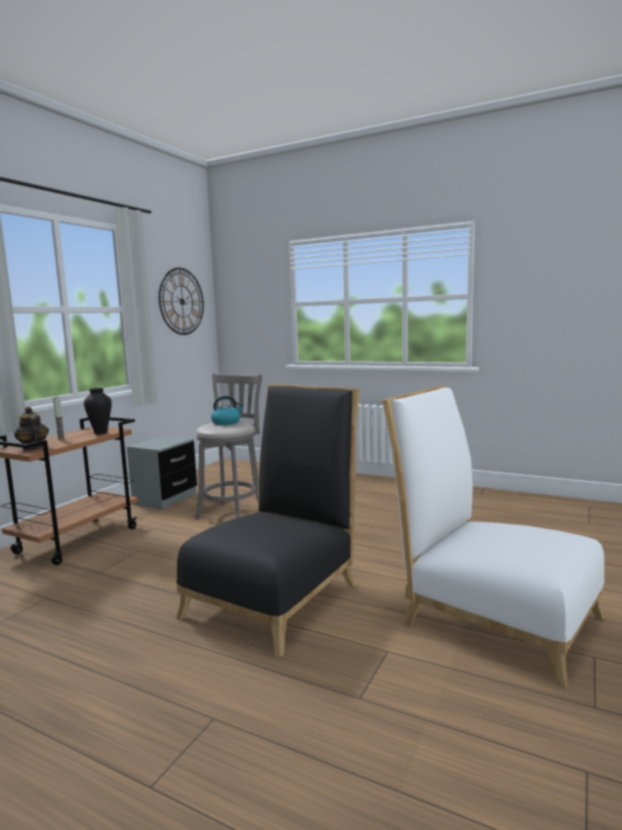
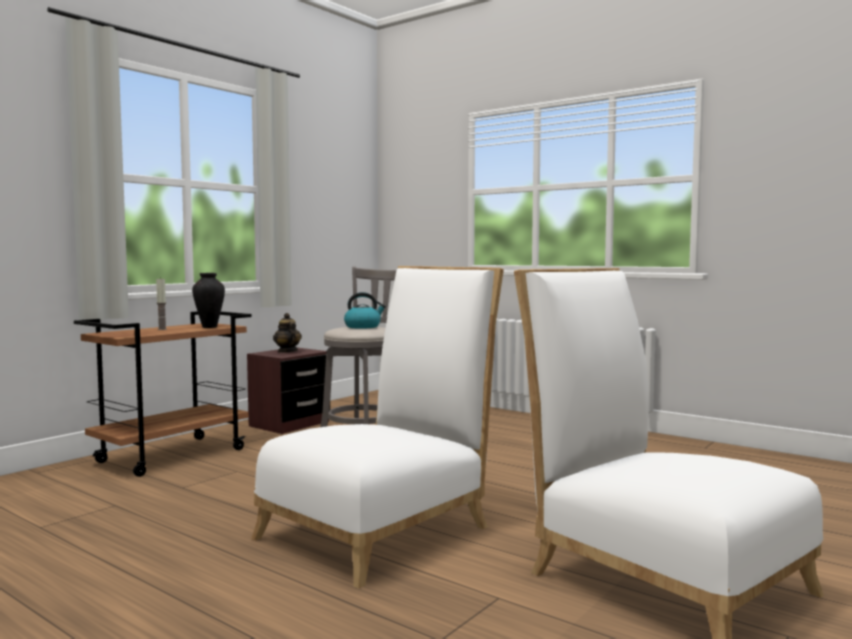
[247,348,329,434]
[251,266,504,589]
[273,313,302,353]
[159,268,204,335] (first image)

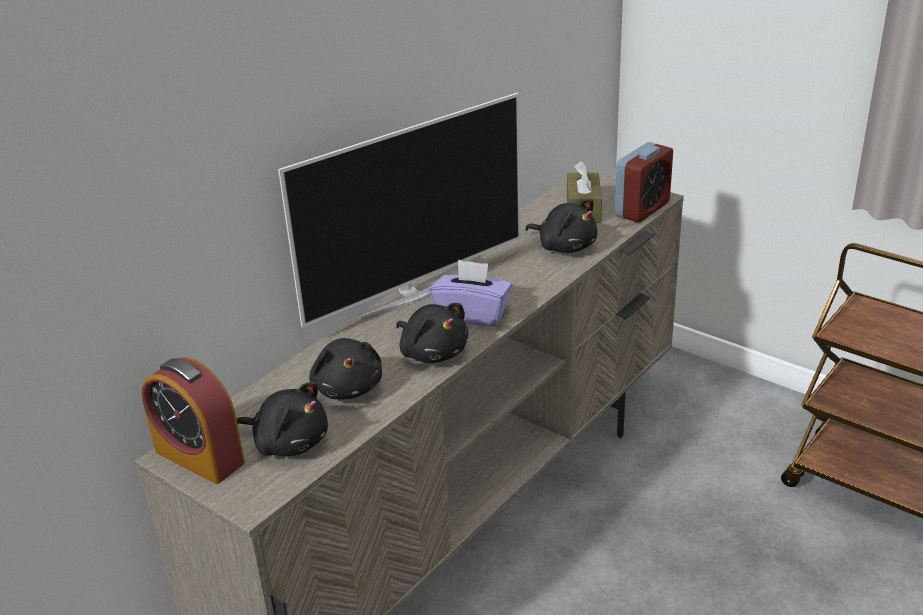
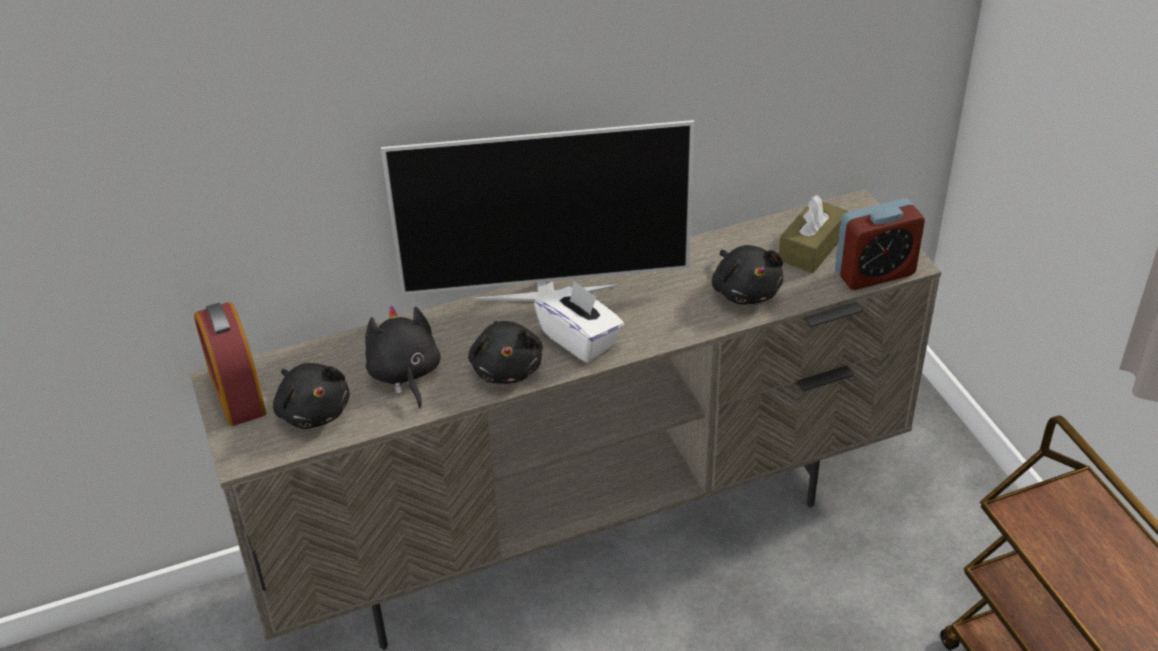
[365,305,440,409]
[534,280,624,363]

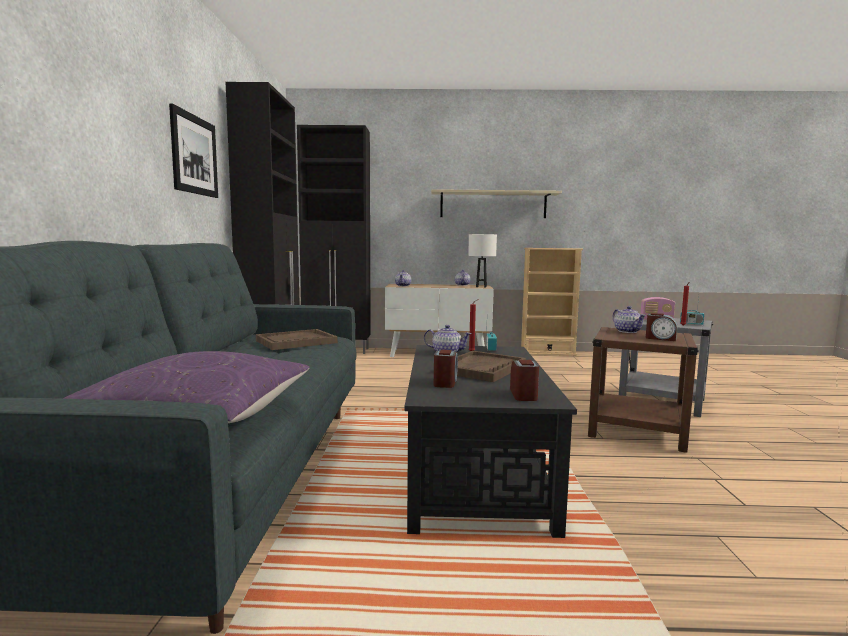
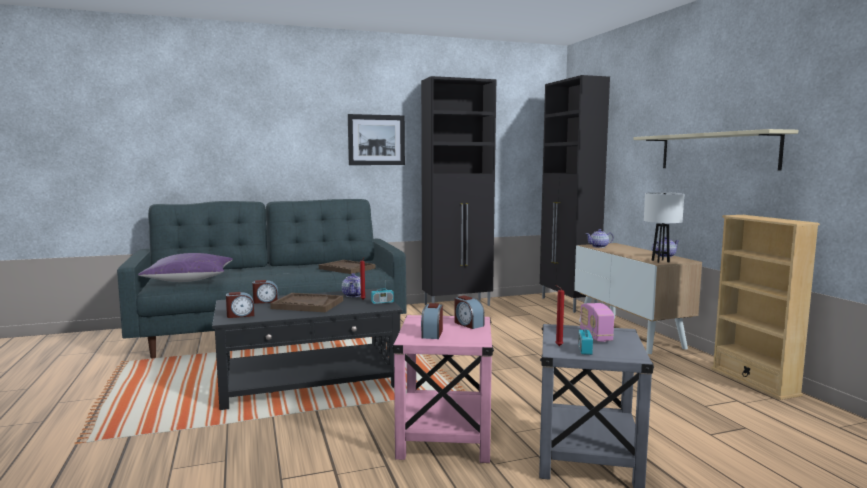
[392,315,494,463]
[454,296,485,329]

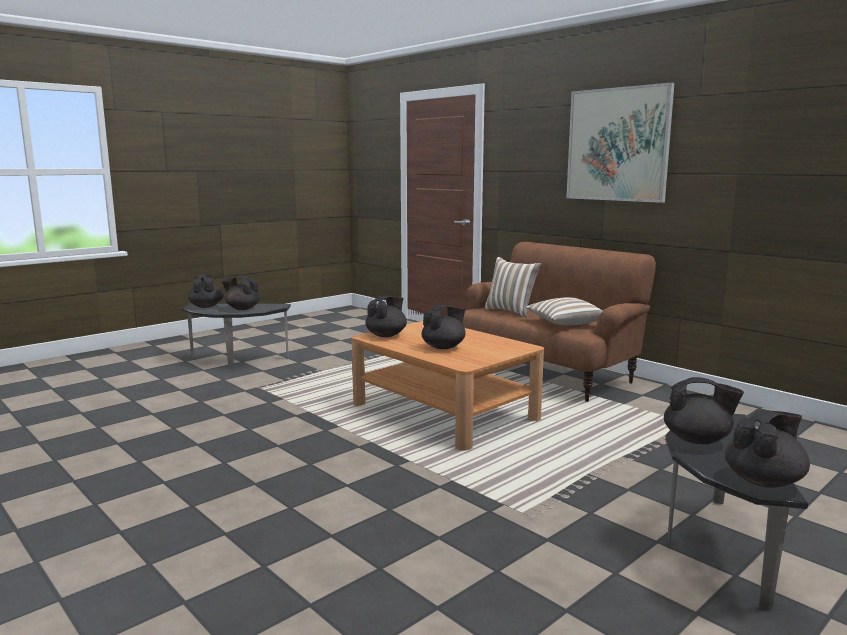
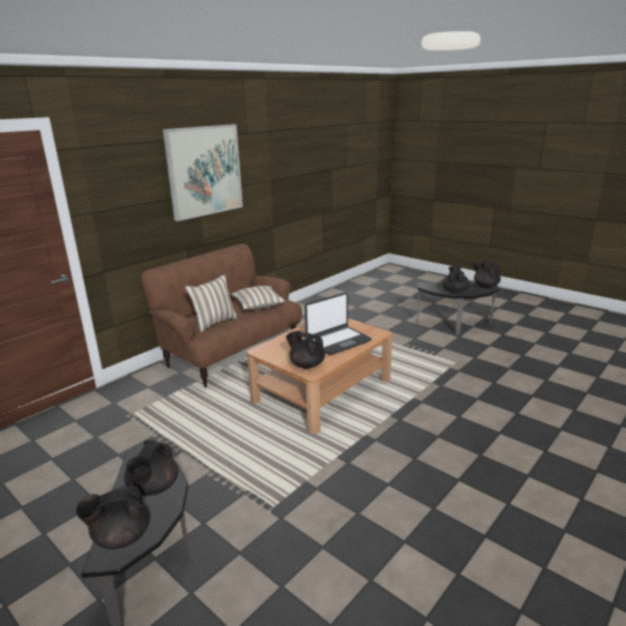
[305,292,372,355]

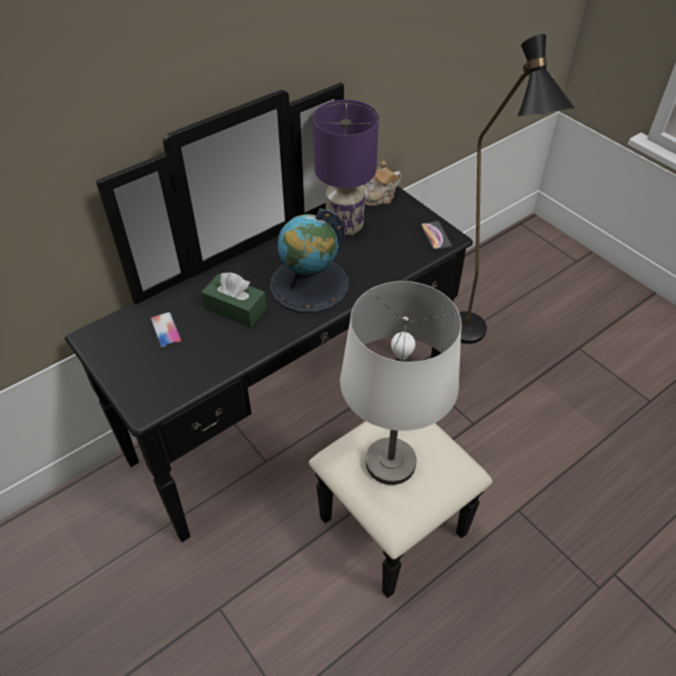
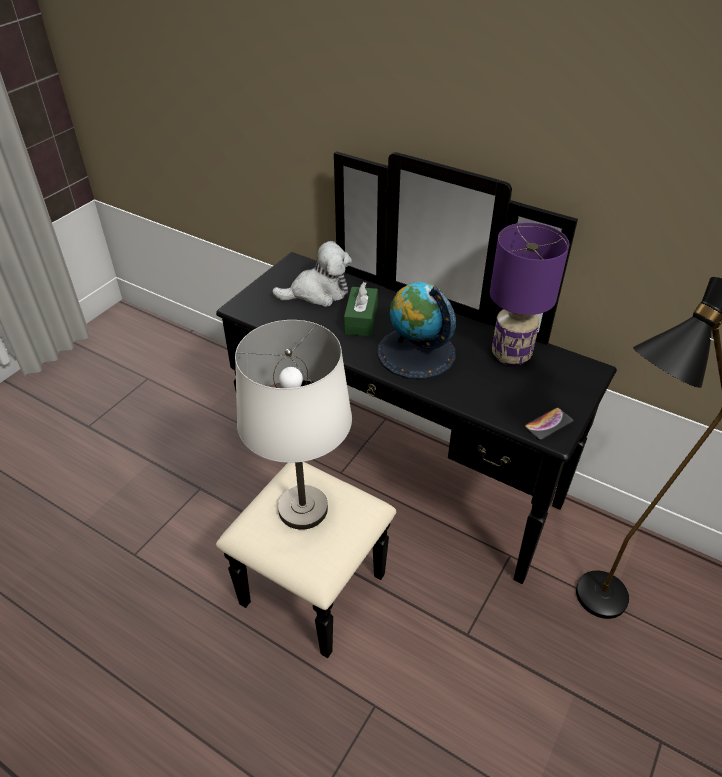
[272,241,352,307]
[361,161,401,206] (first image)

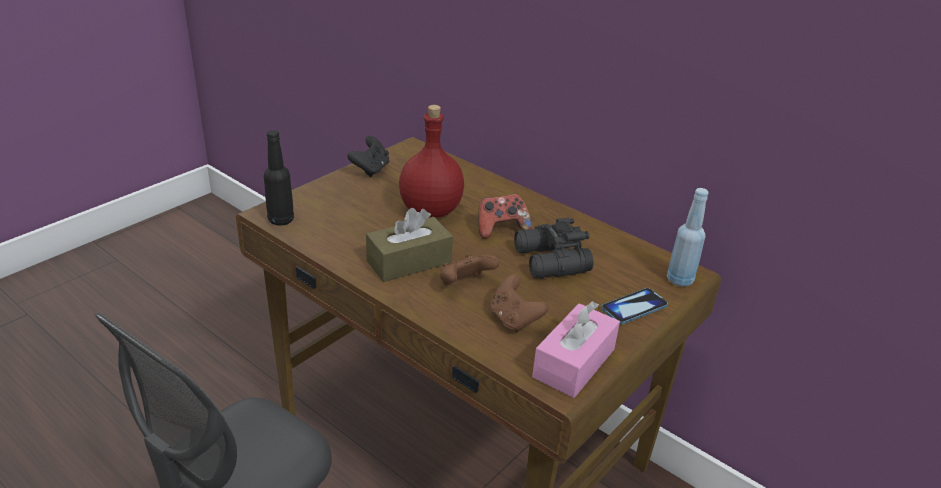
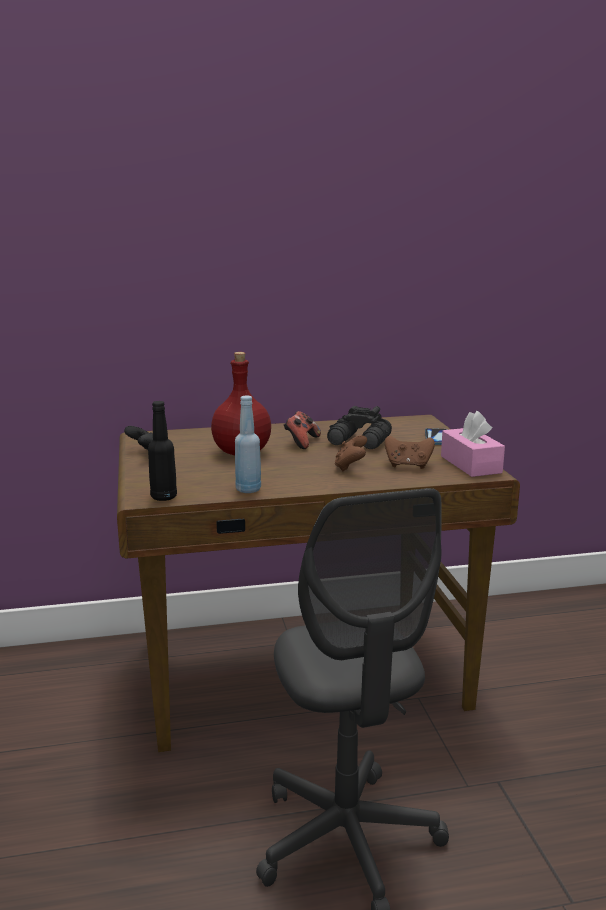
[235,396,261,493]
[366,208,453,282] (first image)

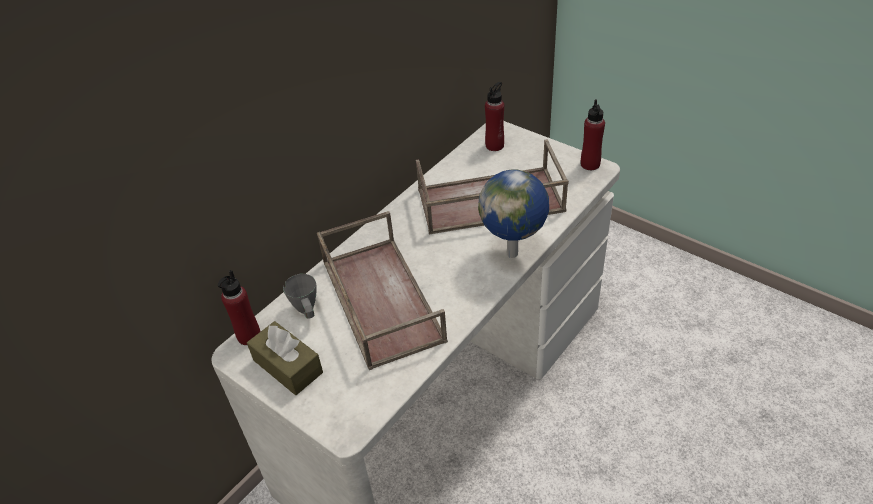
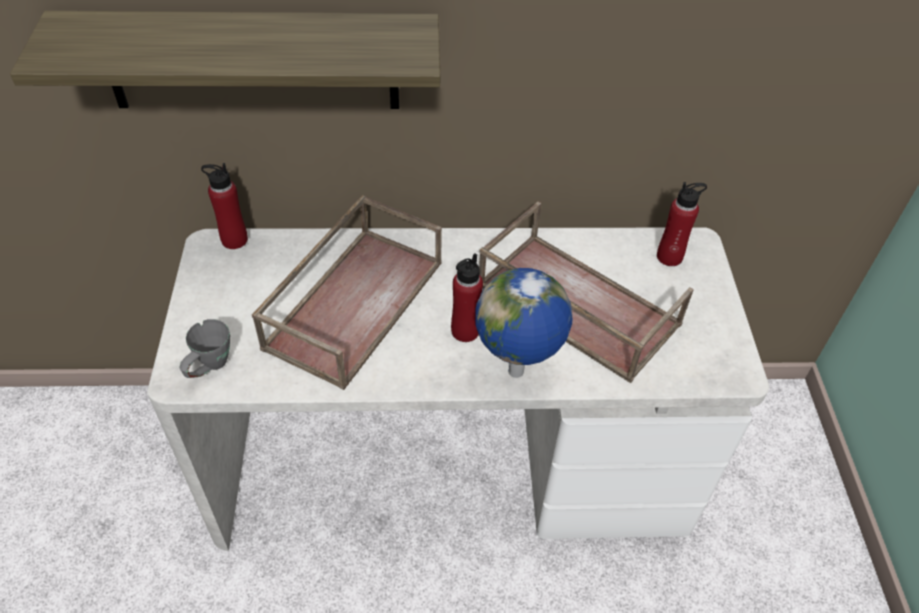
[10,11,440,109]
[179,319,230,378]
[451,253,483,342]
[247,321,323,395] (first image)

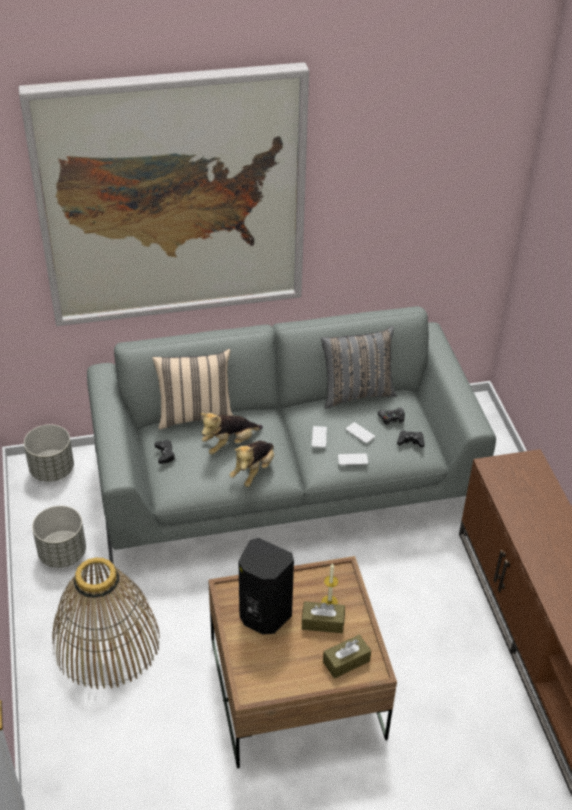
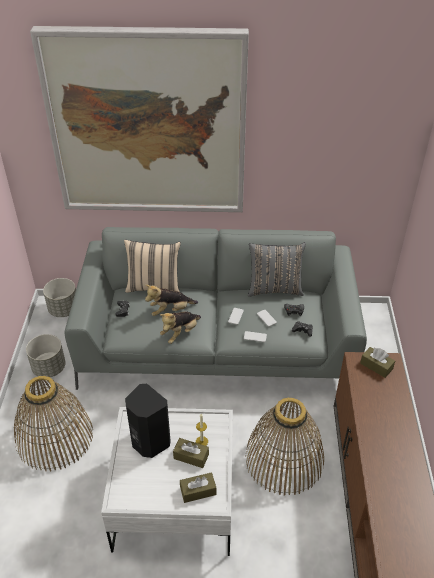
[101,407,233,556]
[245,397,324,496]
[360,347,395,378]

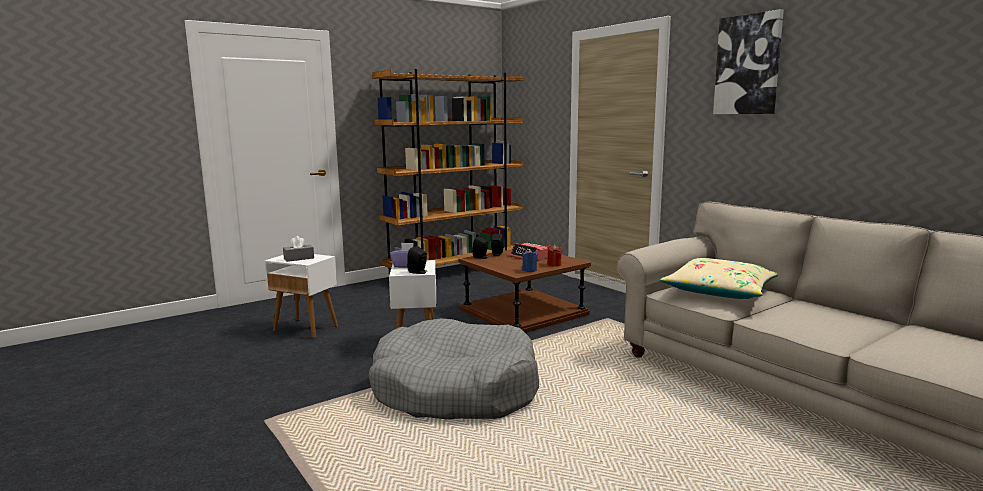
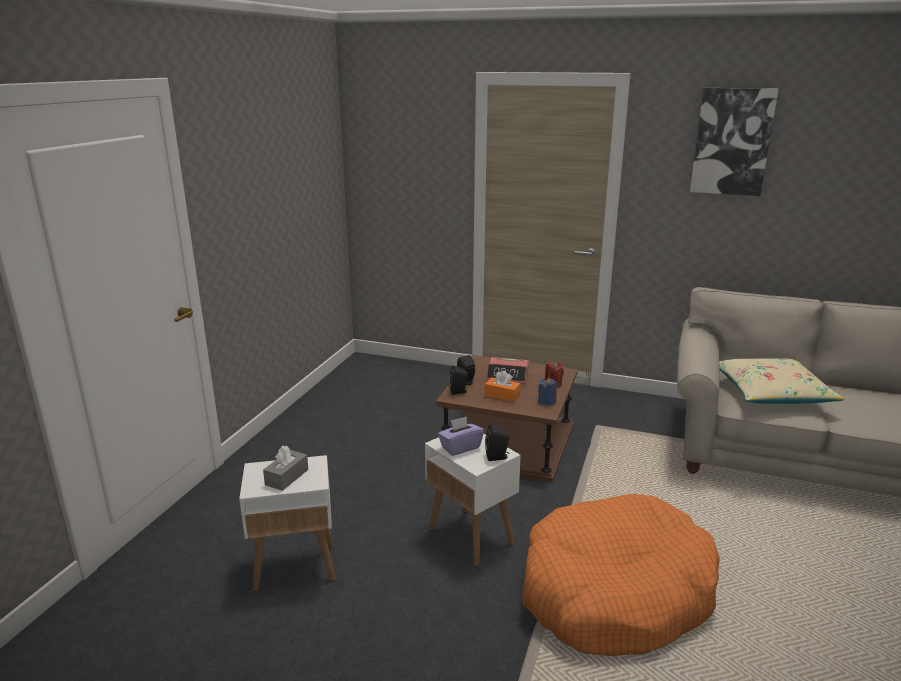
[485,371,520,402]
[522,494,720,656]
[372,69,524,274] (first image)

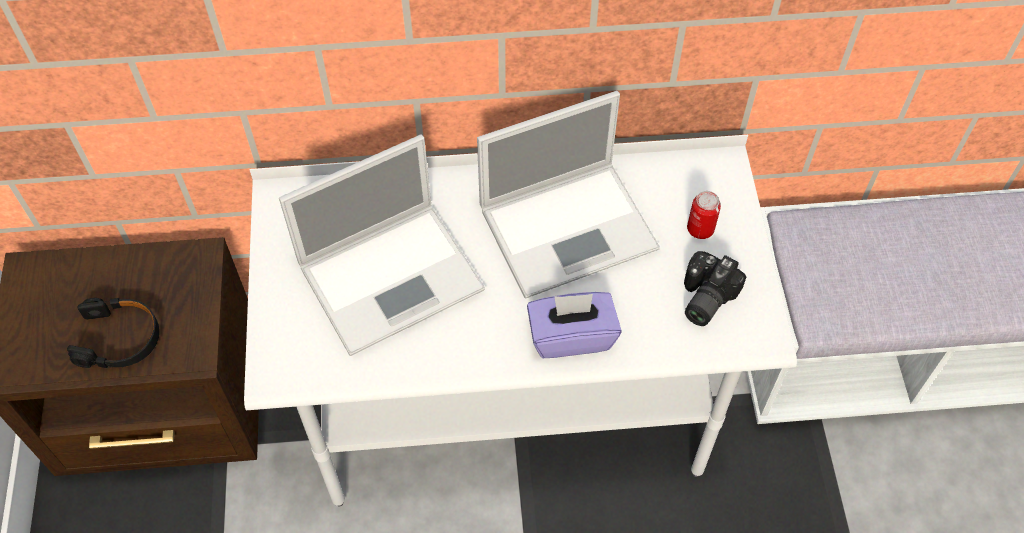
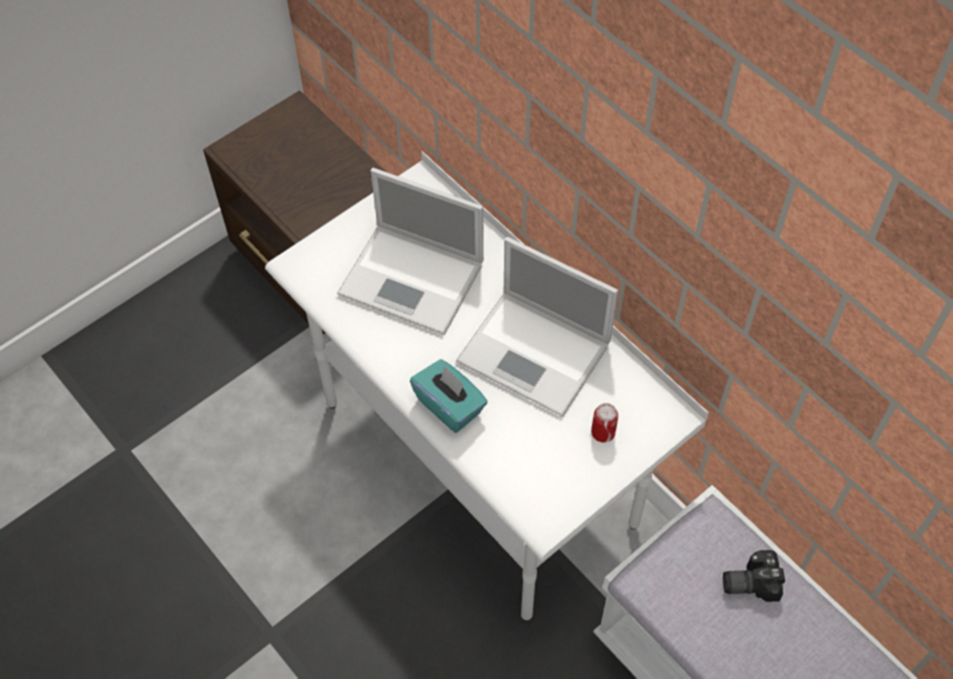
[410,359,488,433]
[723,550,785,602]
[67,298,160,368] (first image)

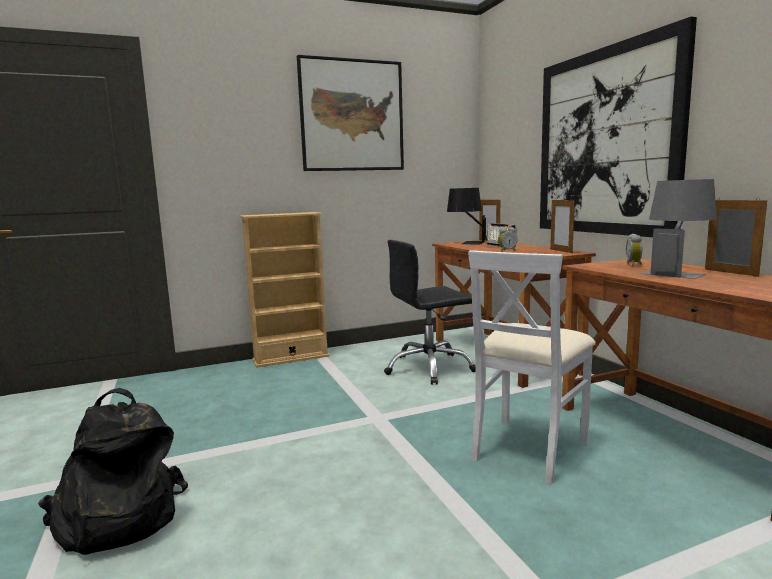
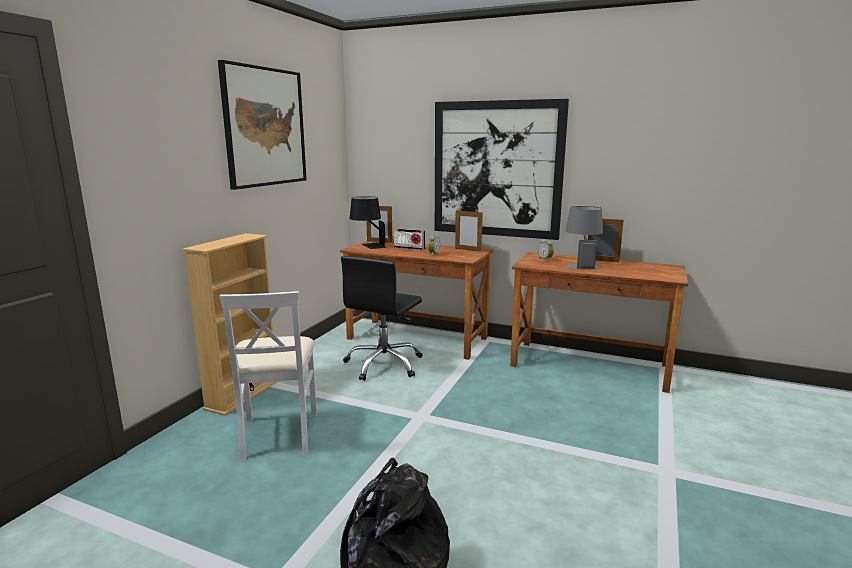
[220,291,317,460]

